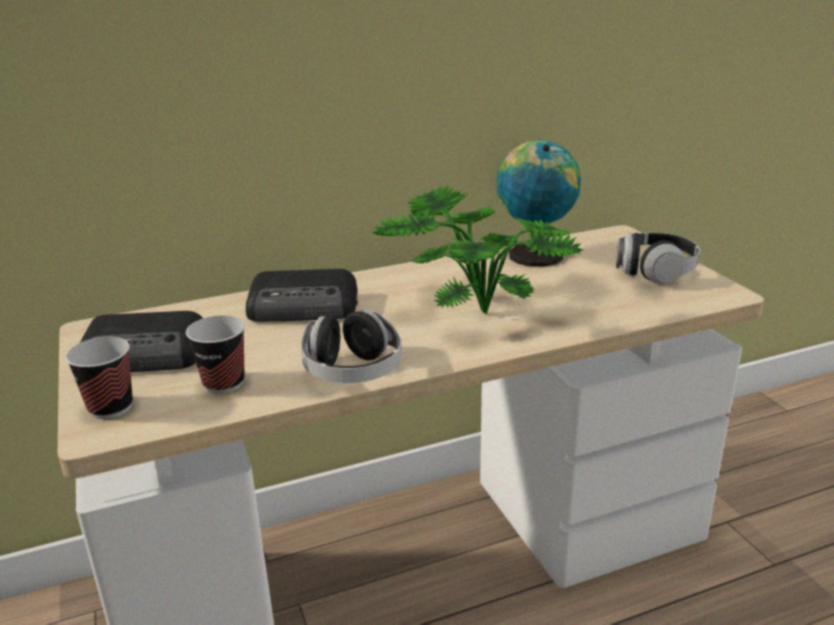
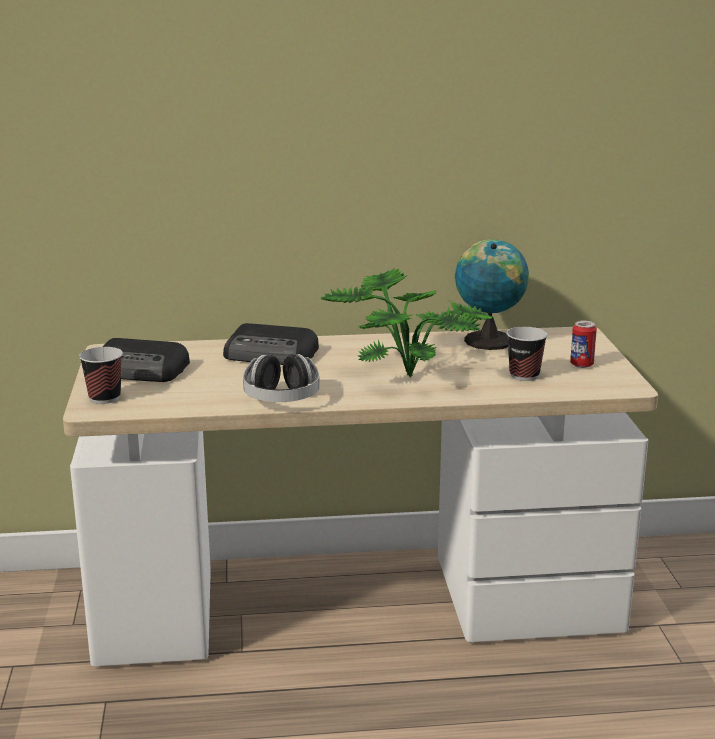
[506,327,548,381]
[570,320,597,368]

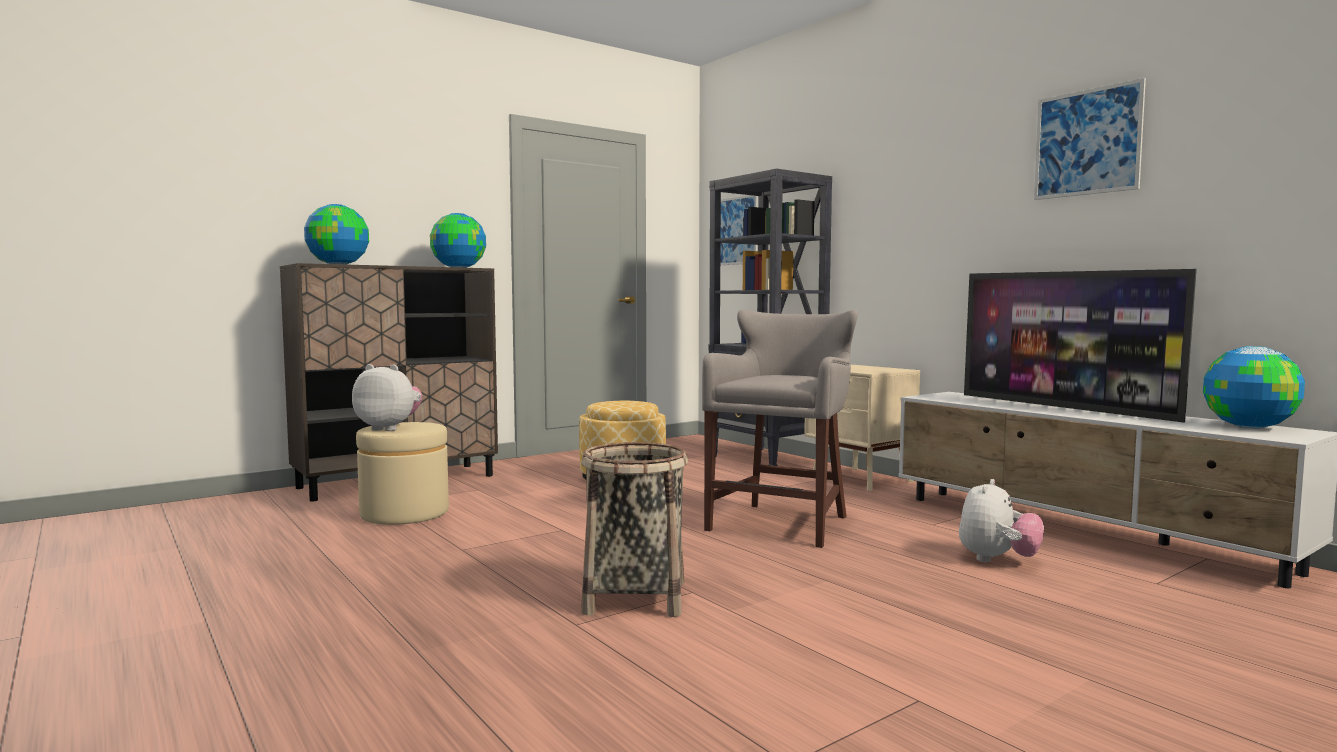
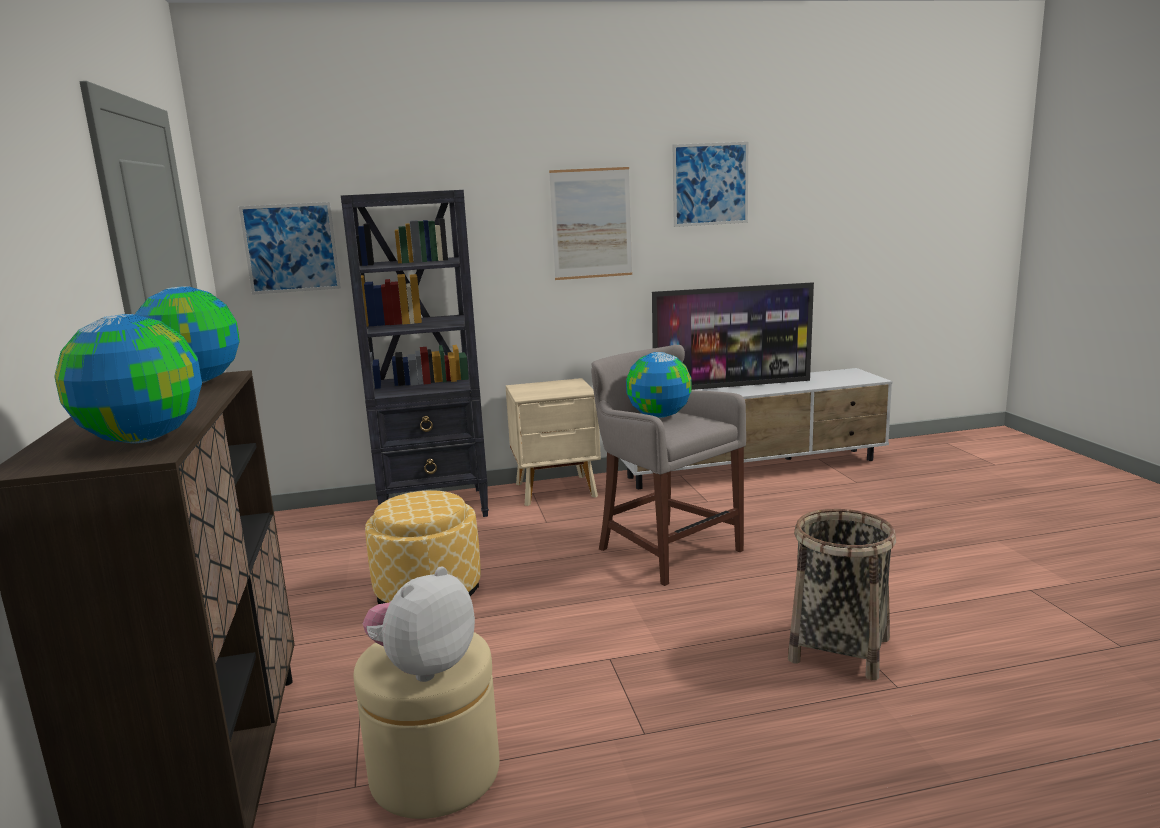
[549,167,632,280]
[626,352,691,418]
[959,479,1044,562] (first image)

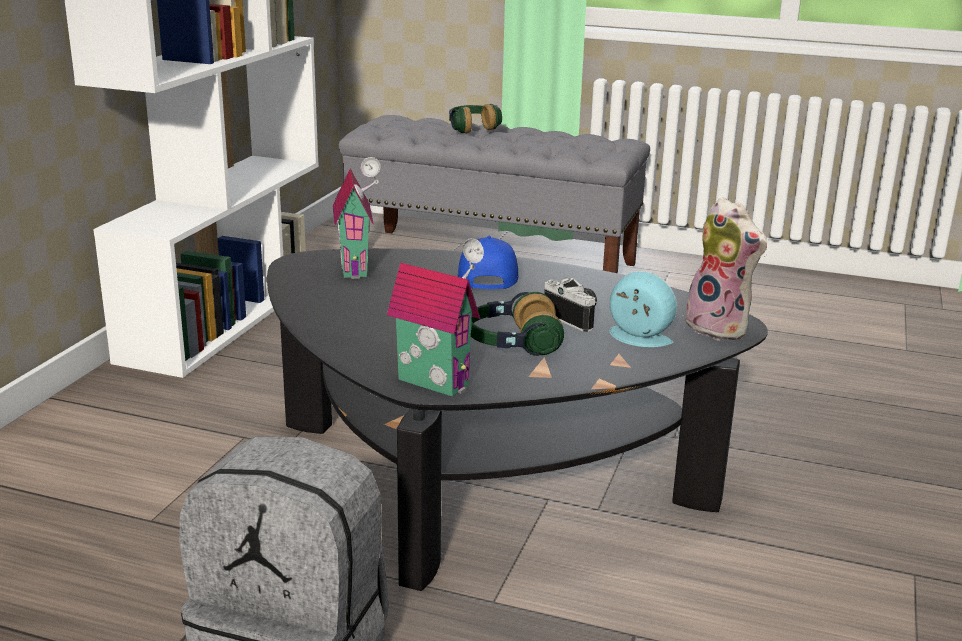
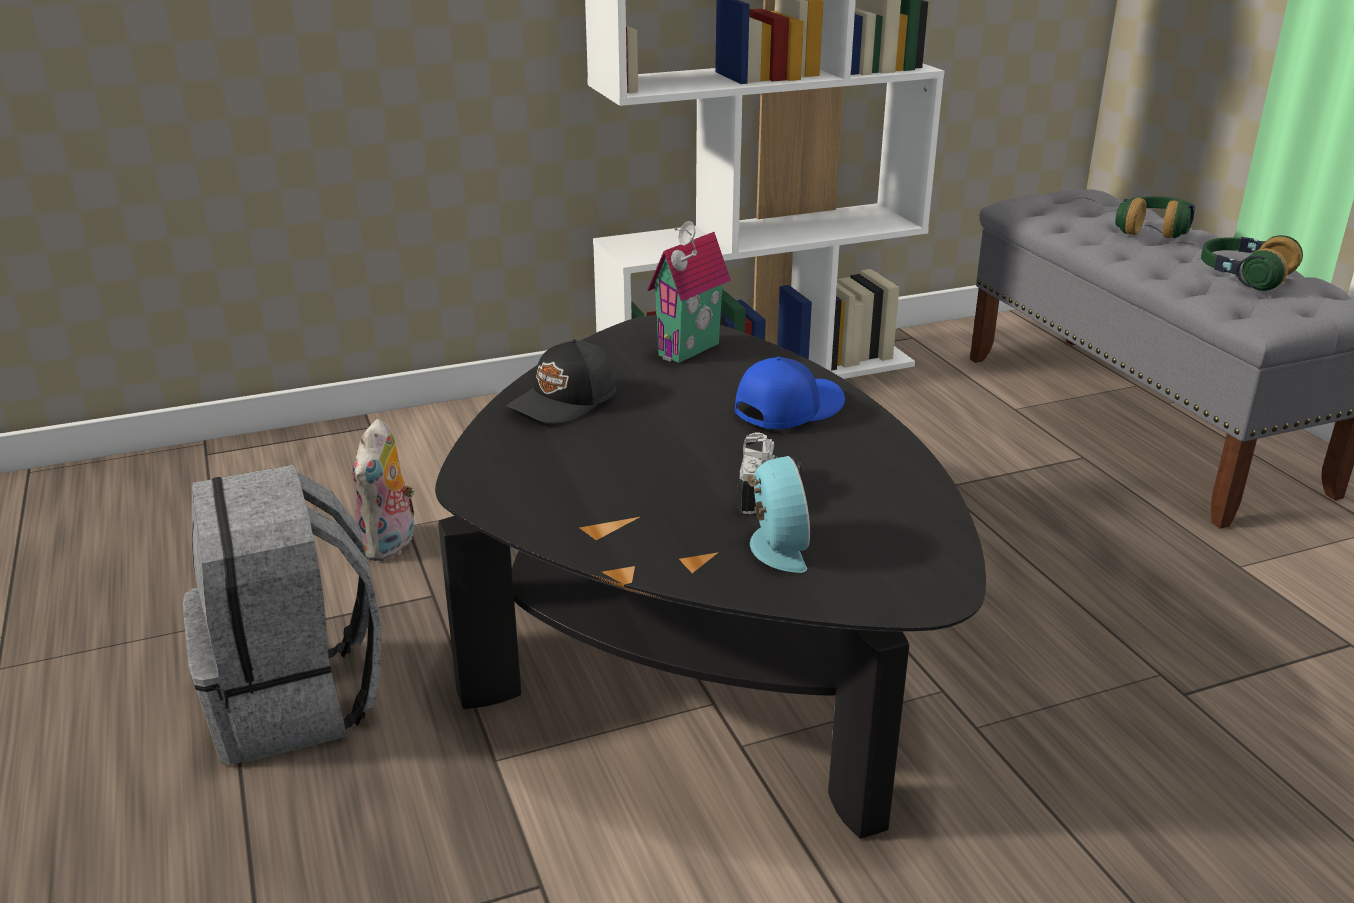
[352,419,415,561]
[507,339,616,424]
[1201,235,1303,291]
[387,238,484,397] (first image)

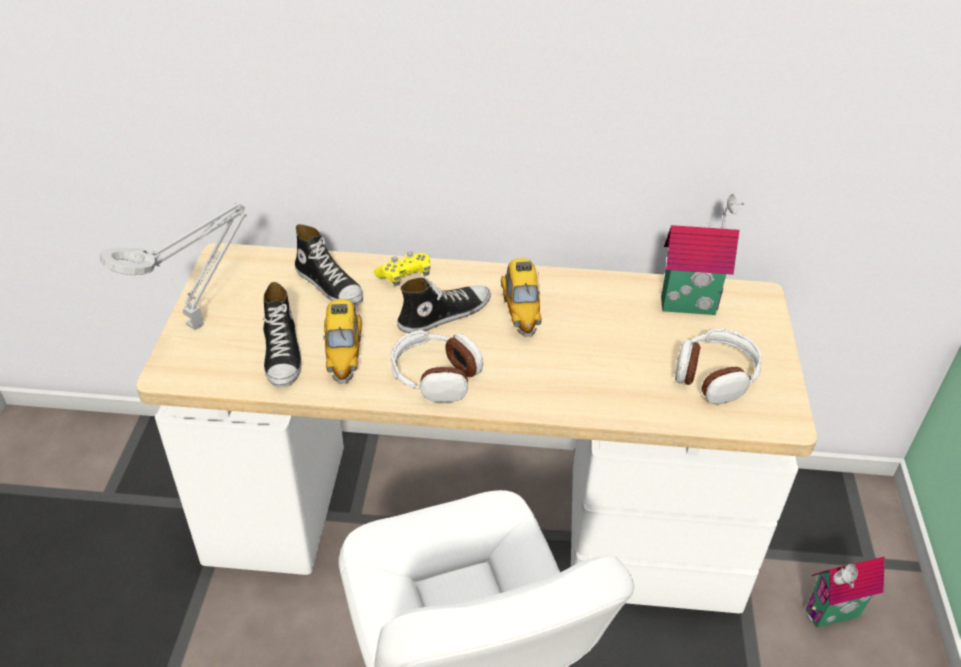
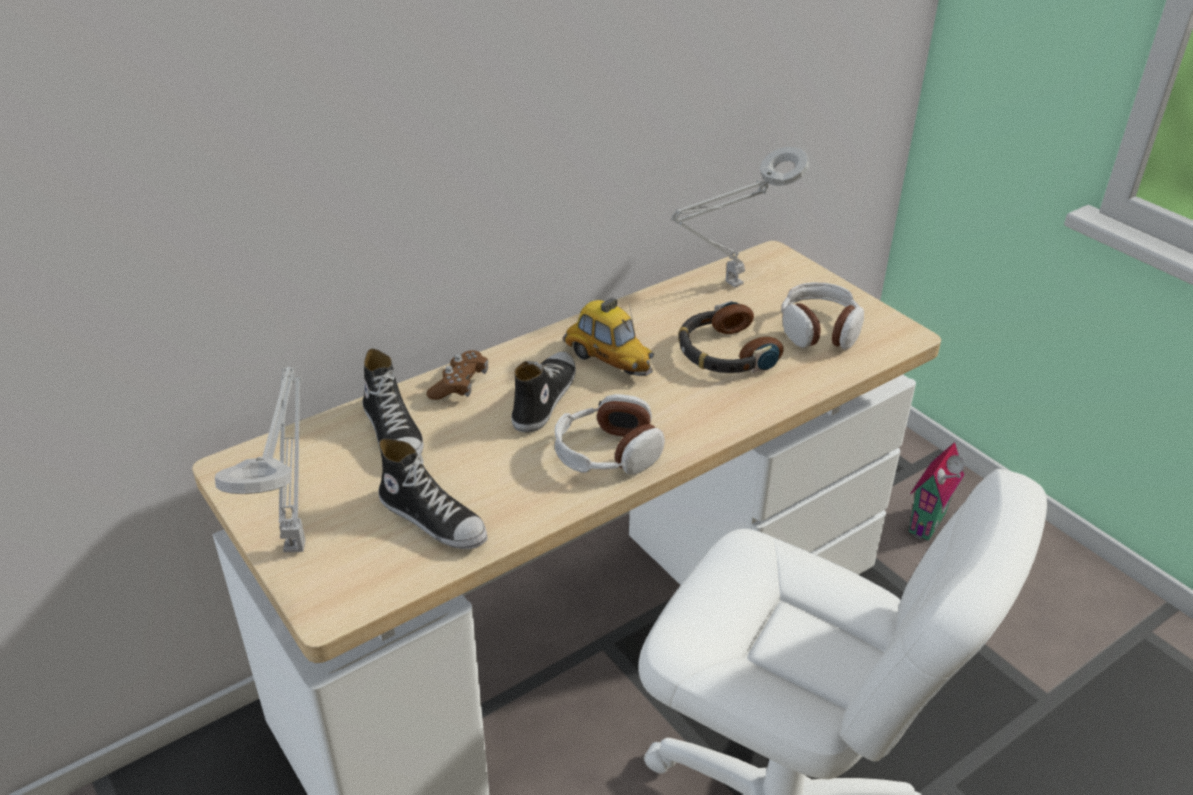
[362,349,423,458]
[427,350,488,400]
[671,147,809,287]
[678,301,784,373]
[323,299,362,384] (first image)

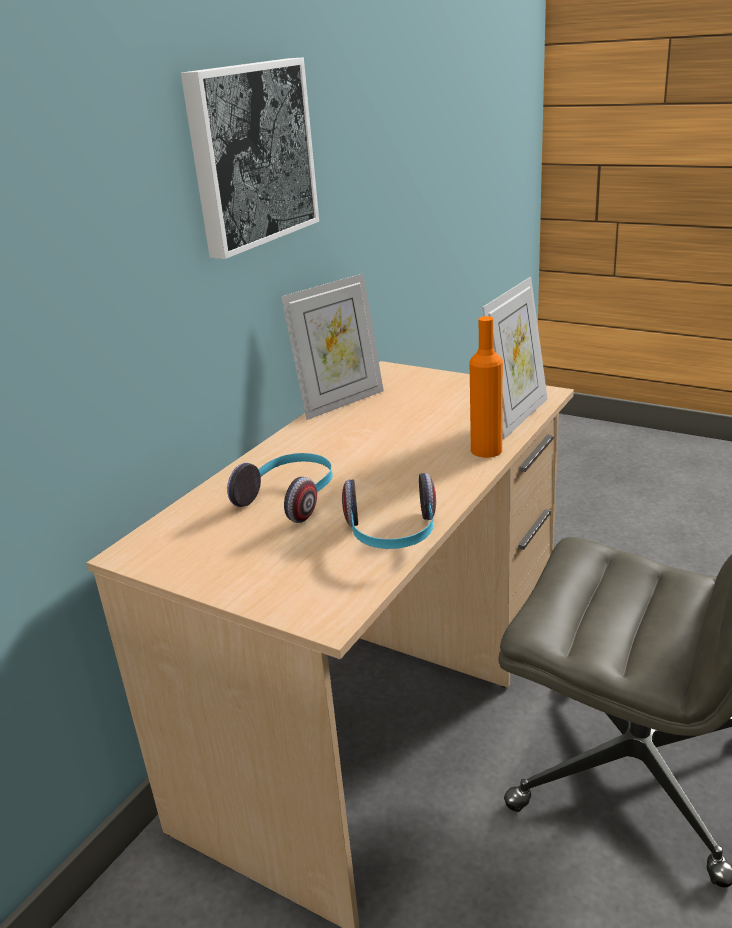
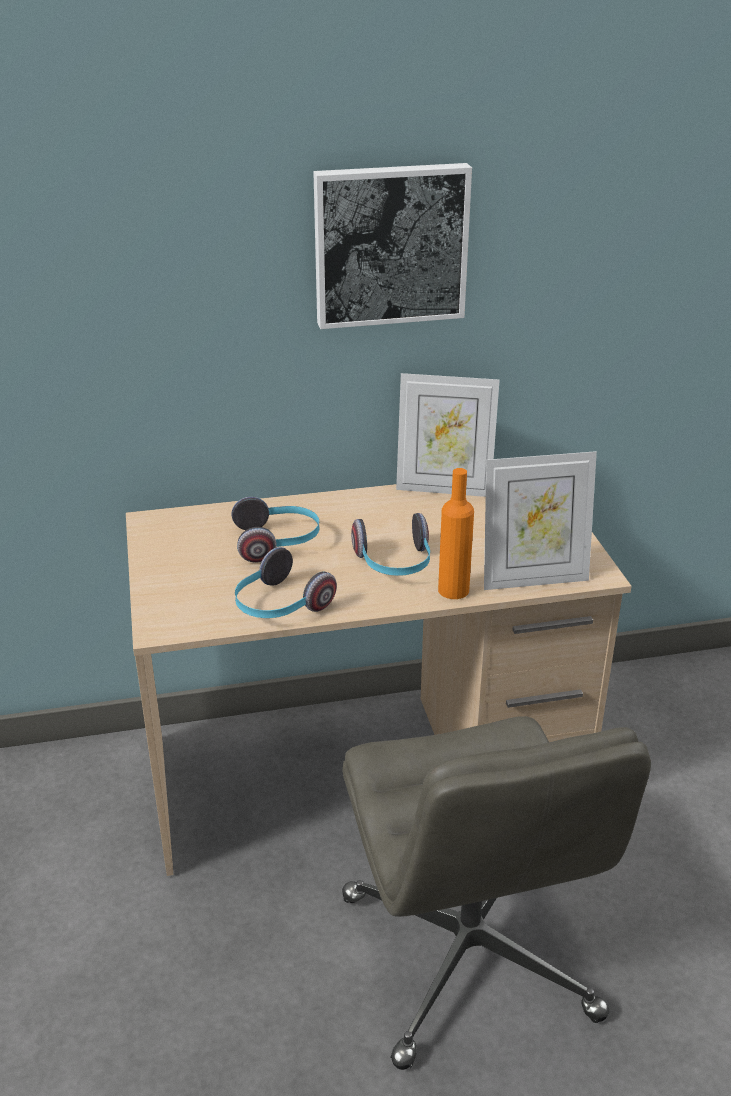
[351,513,430,576]

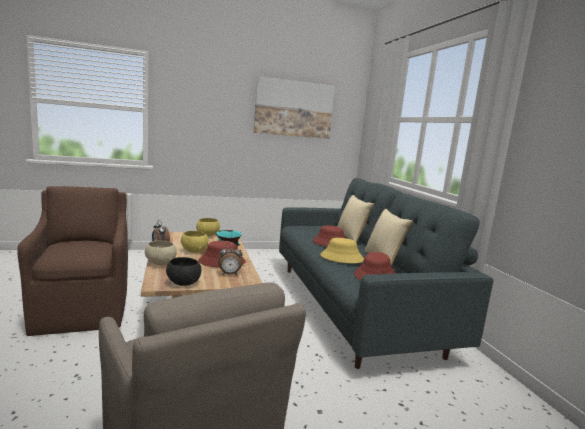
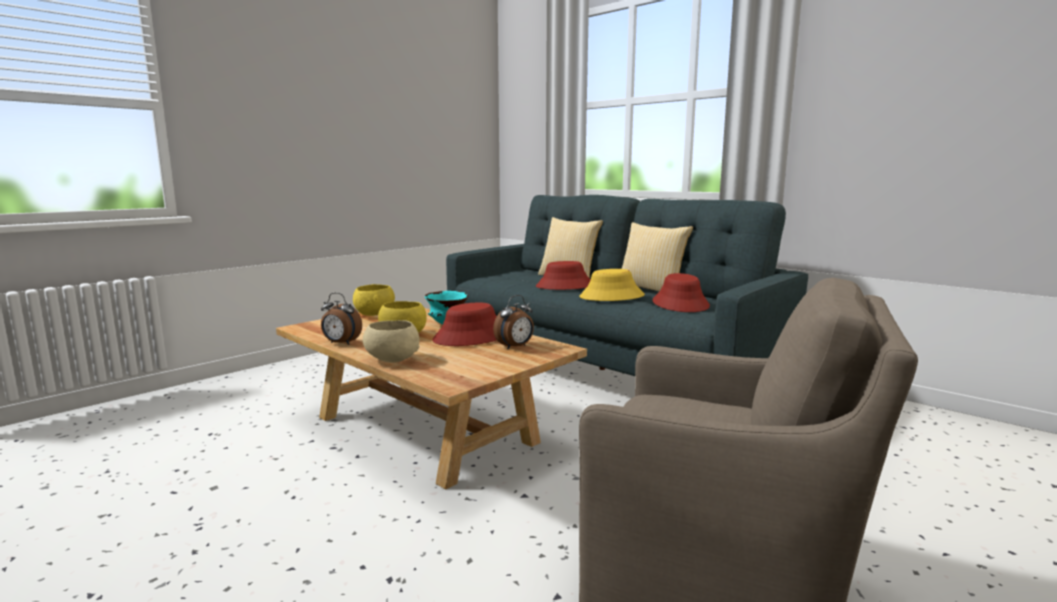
[17,186,128,336] (first image)
[166,257,202,286] (first image)
[254,76,335,139] (first image)

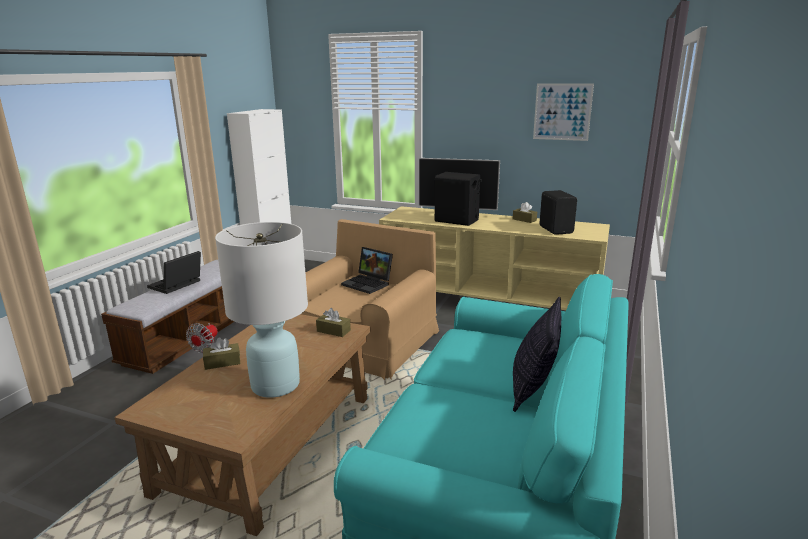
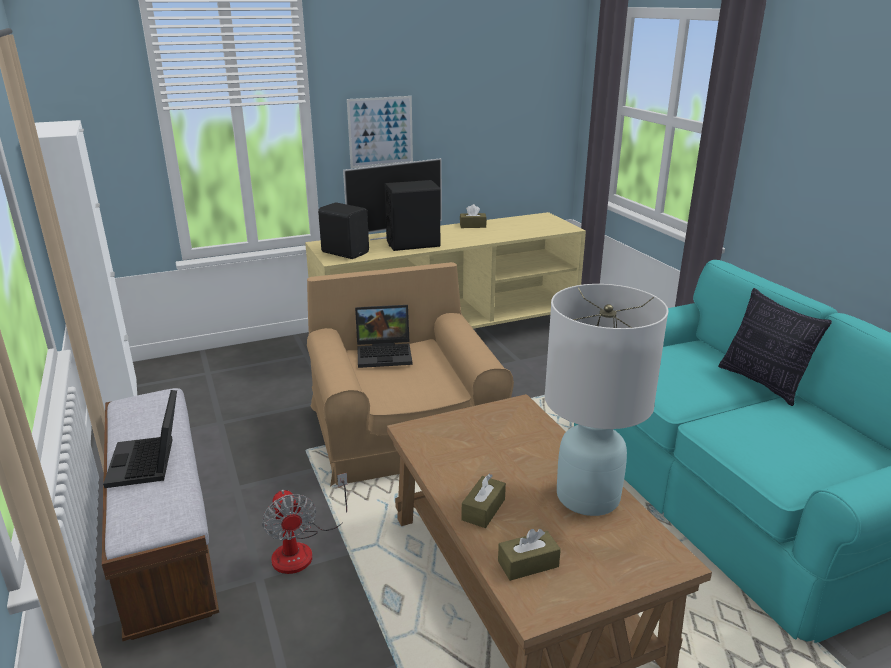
[318,202,369,259]
[347,96,413,168]
[498,529,561,581]

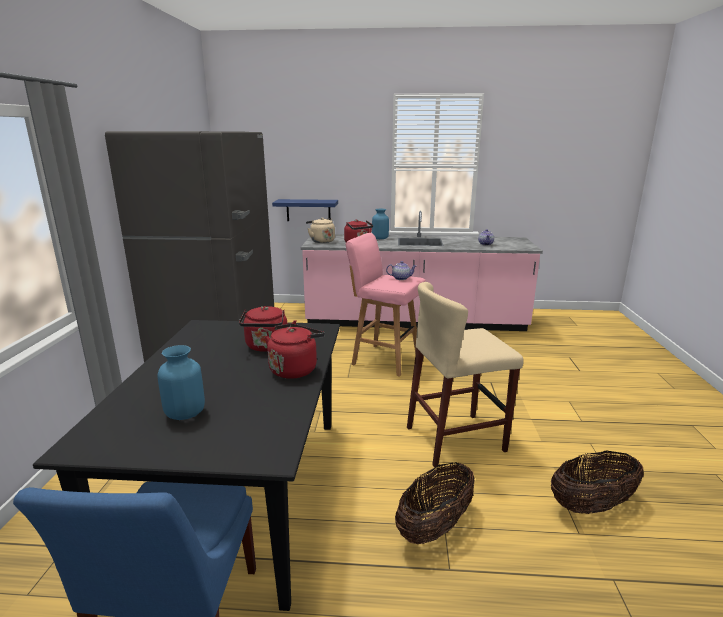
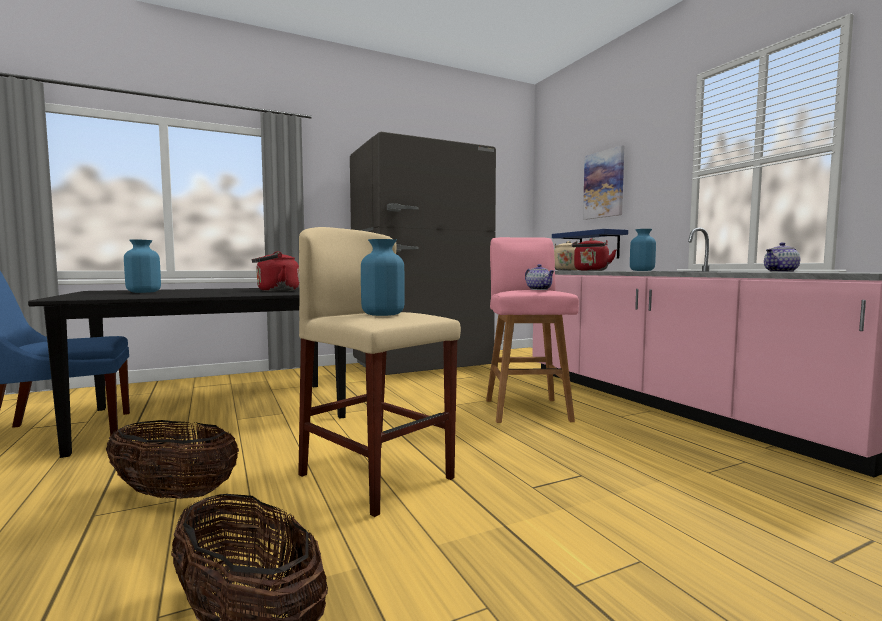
[361,239,405,316]
[583,145,624,220]
[265,323,325,379] (first image)

